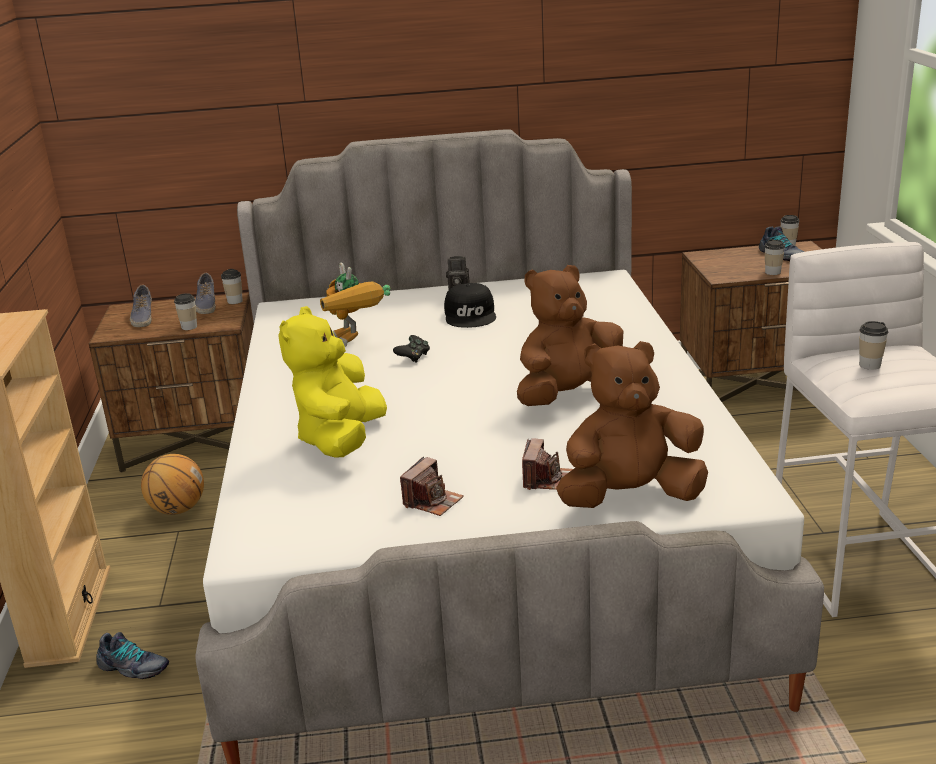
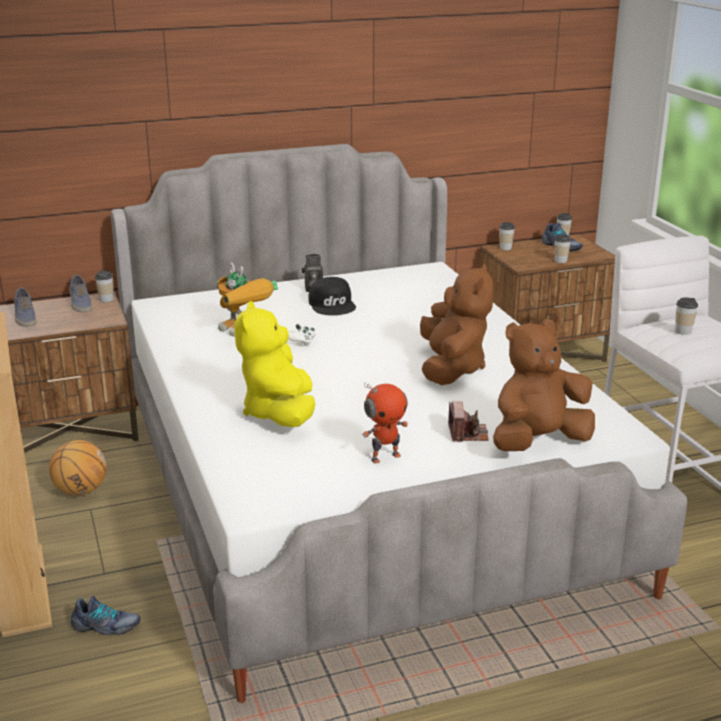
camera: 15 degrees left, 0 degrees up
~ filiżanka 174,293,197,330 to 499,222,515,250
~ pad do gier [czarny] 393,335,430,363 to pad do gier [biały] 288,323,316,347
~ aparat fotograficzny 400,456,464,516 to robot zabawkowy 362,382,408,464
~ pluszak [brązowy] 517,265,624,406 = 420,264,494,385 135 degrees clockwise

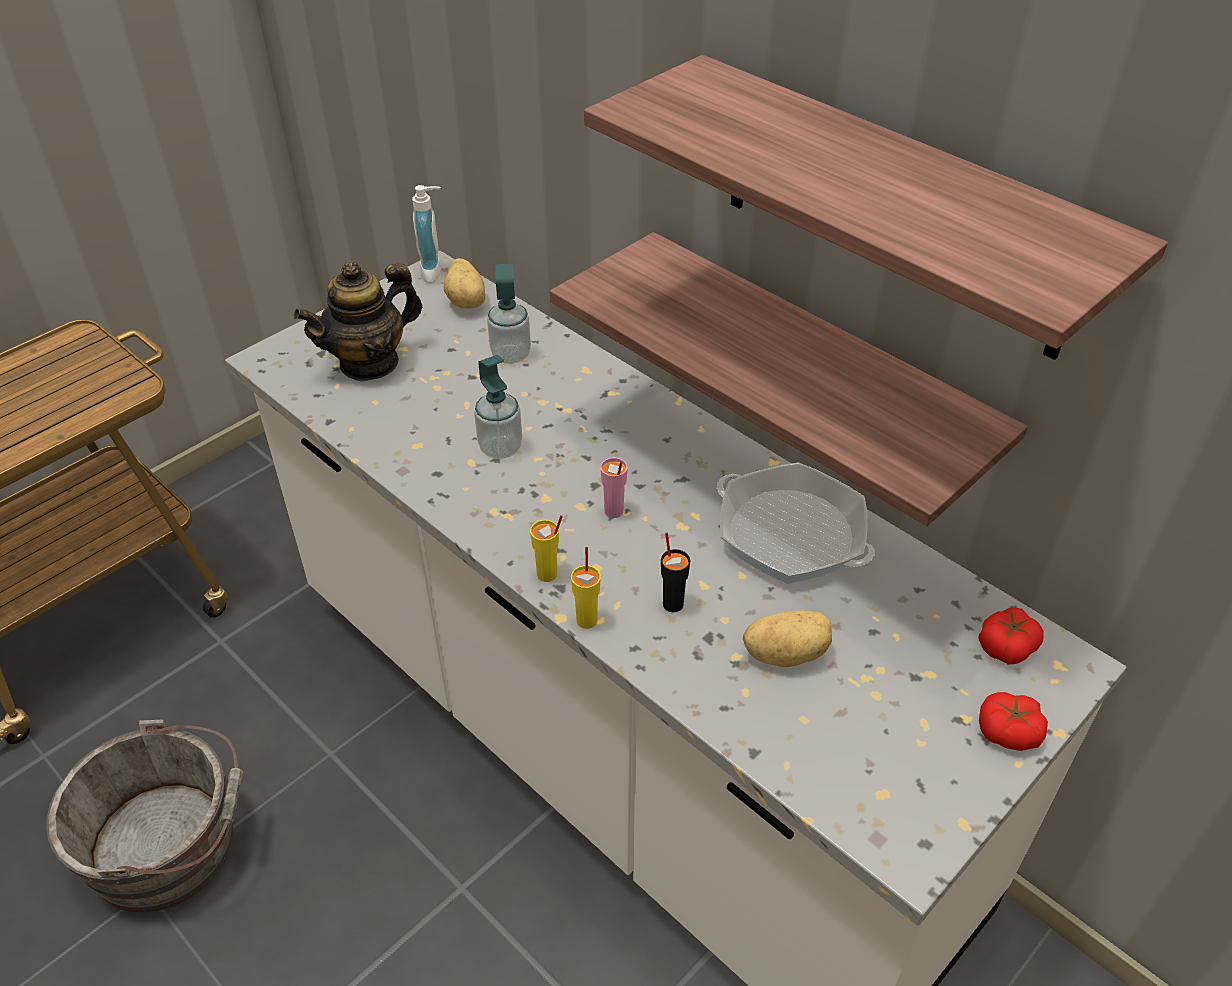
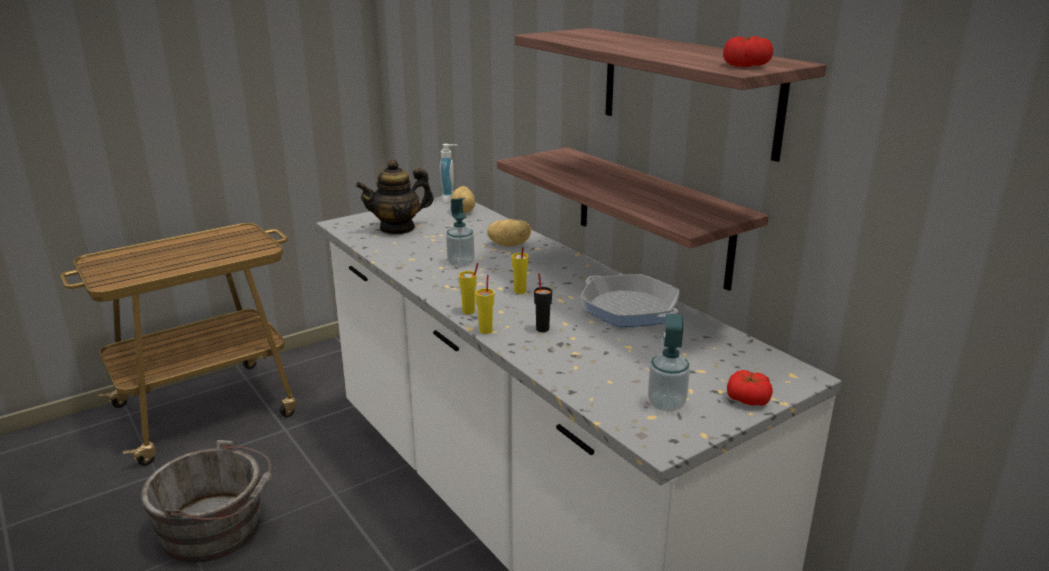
camera: 10 degrees right, 20 degrees down
~ dozownik mydła 487,264,531,364 to 648,314,690,412
~ filiżanka [różowy] 600,458,628,518 to filiżanka [żółty] 512,247,529,294
~ ziemniak 743,610,832,667 to 487,219,531,247
~ pomidor 978,607,1044,665 to 723,36,773,67

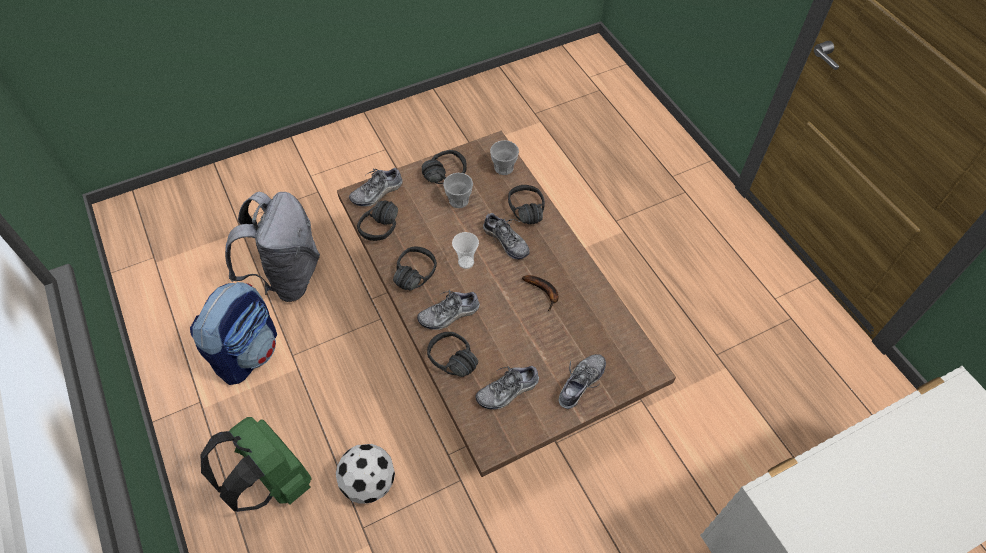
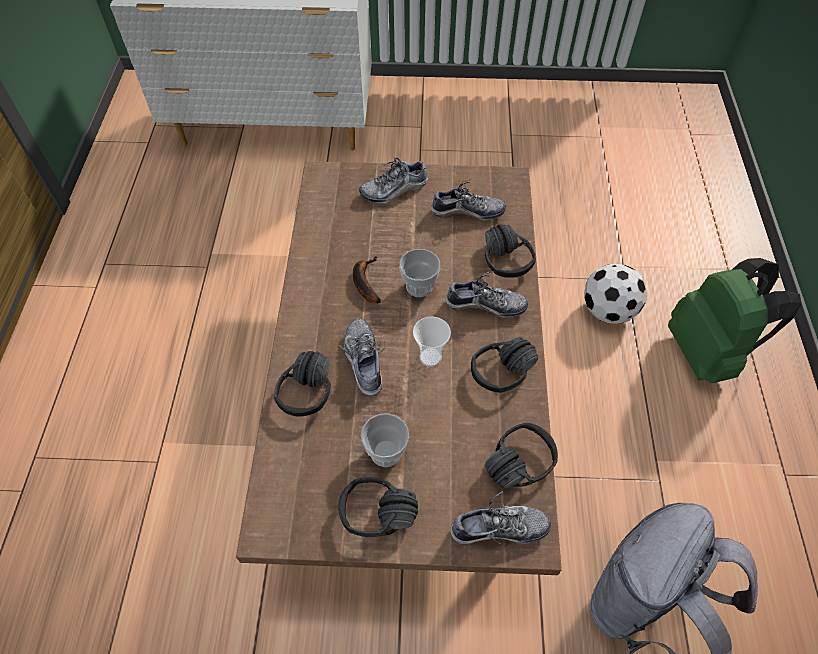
camera: 150 degrees left, 0 degrees up
- plecak 190,282,277,385
~ filiżanka 490,140,519,175 to 399,249,440,297

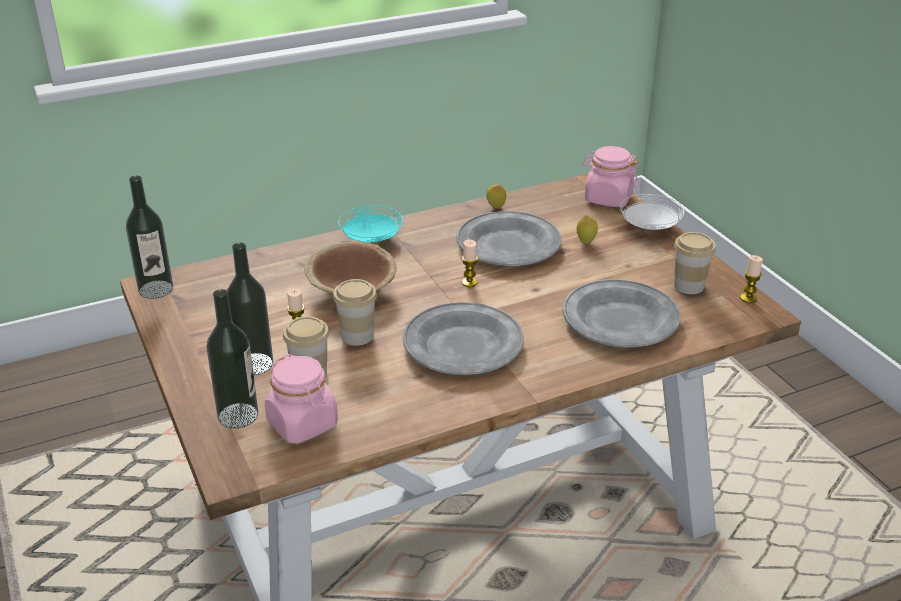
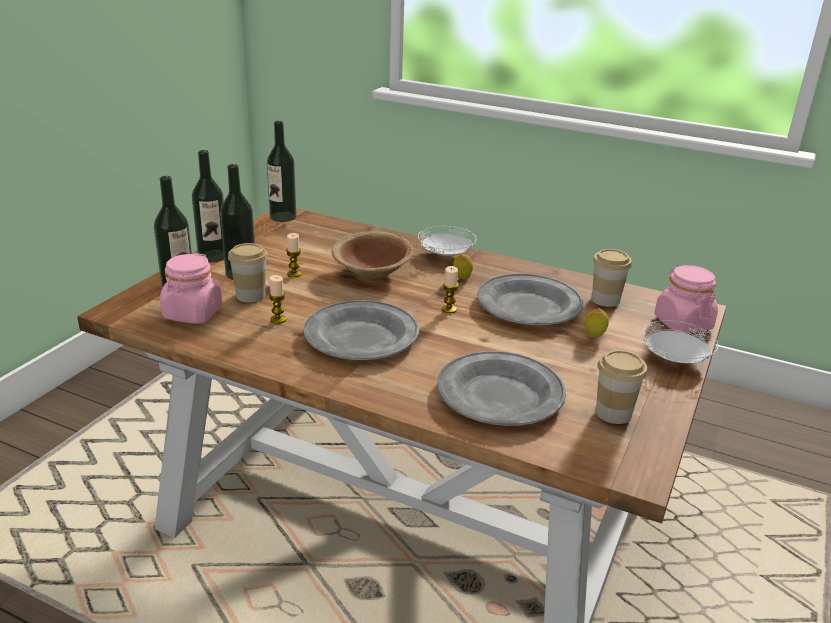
camera: 50 degrees right, 5 degrees down
~ filiżanka 333,279,377,346 to 592,249,632,307
~ talerz [turkusowy] 338,205,403,243 to talerz [biały] 418,226,476,256
~ cytryna 487,184,506,209 to 453,254,473,280
~ świeca 740,255,763,303 to 269,275,286,324
+ butelka 192,150,224,262

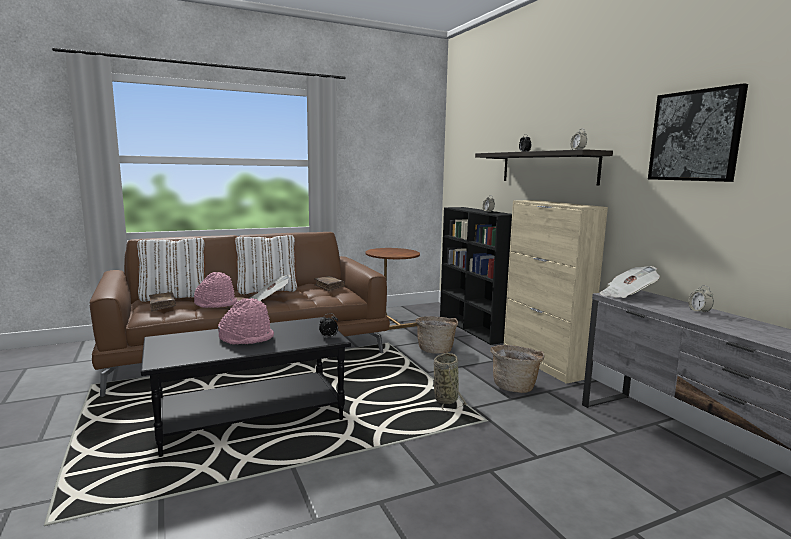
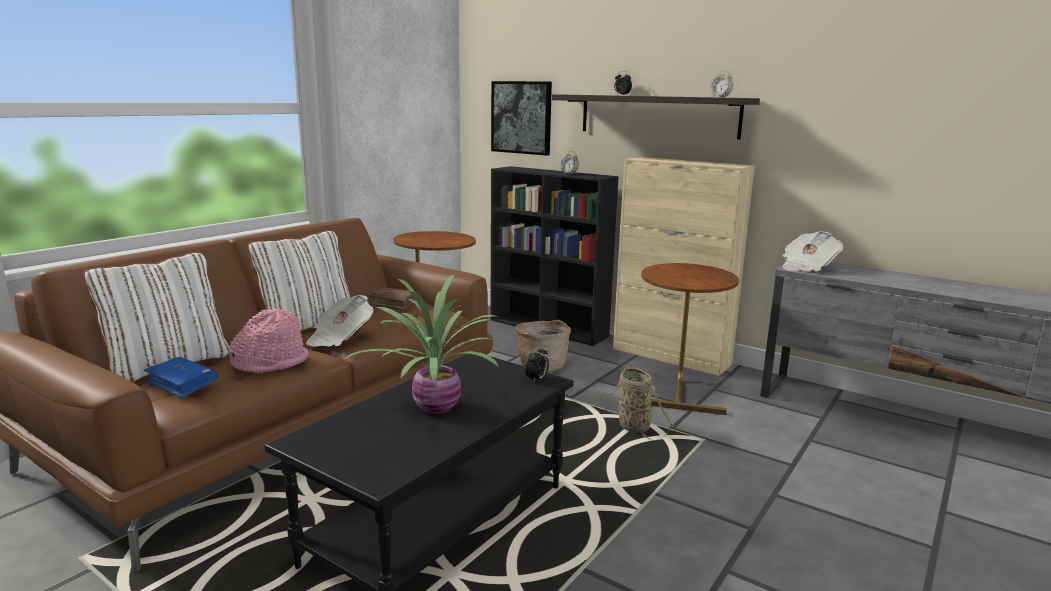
camera: 30 degrees left, 5 degrees up
~ książka [brązowy] 149,292,176,312 to książka [niebieski] 144,357,217,398
~ kapelusz [różowy] 218,298,274,345 to roślina doniczkowa 343,275,499,414
~ koszyk 490,345,544,393 to stolik [brązowy] 641,263,739,415
~ obraz 648,83,748,182 to 491,81,552,156
- budzik 688,285,714,313

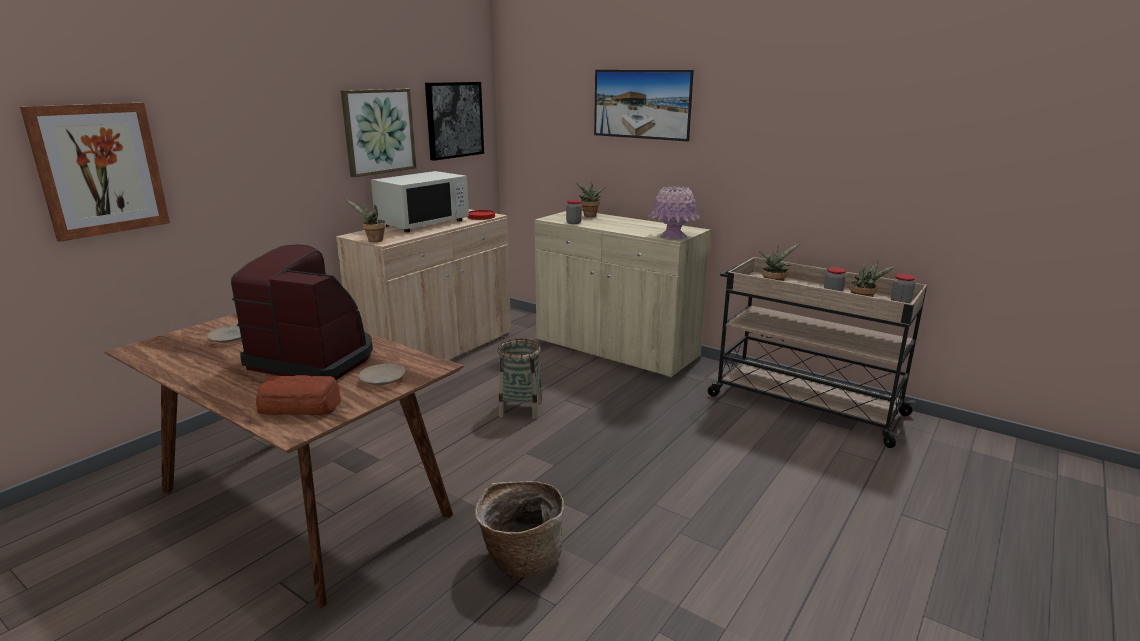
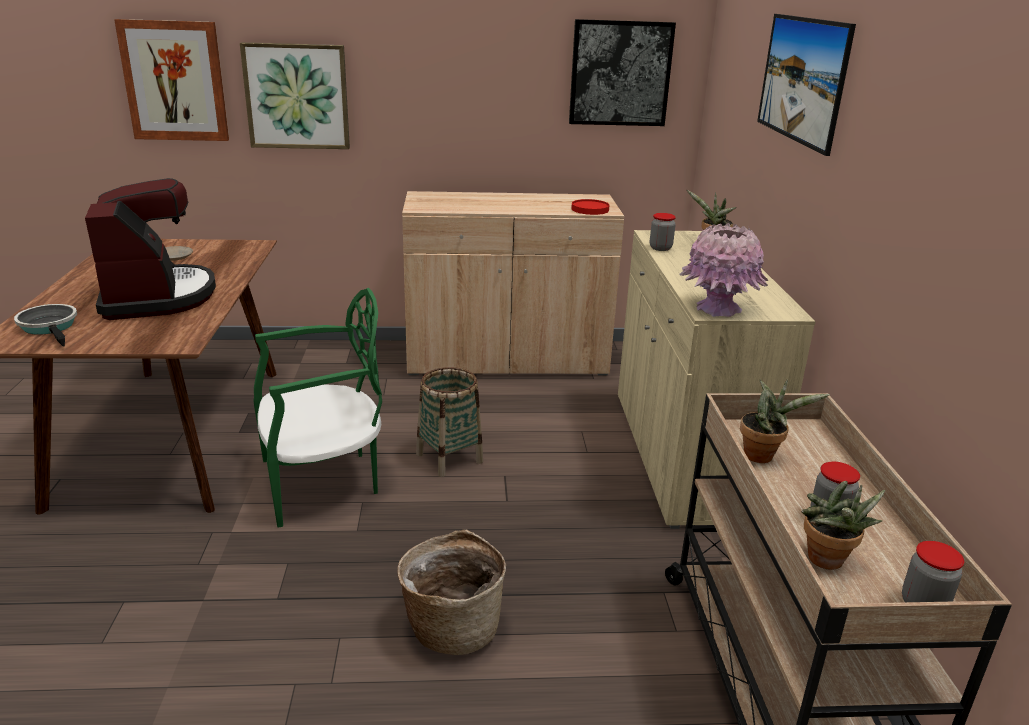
camera: 50 degrees right, 5 degrees up
~ chleb 256,375,341,415 to patelnia 14,304,77,347
~ obraz 341,89,416,177 to 240,42,350,149
- roślina doniczkowa 345,199,386,242
- talerz [beżowy] 358,364,405,386
- mikrofalówka [biały] 371,171,469,232
~ koszyk 475,481,564,579 to 397,529,506,655
+ krzesło [zielony] 253,288,382,528

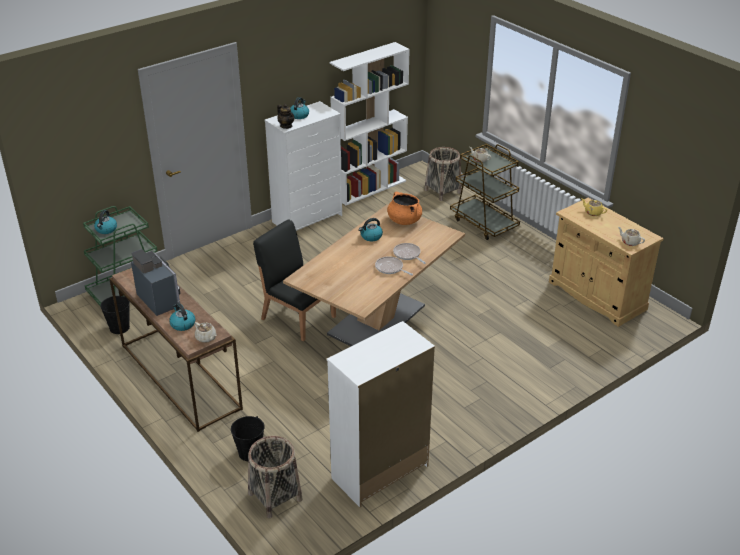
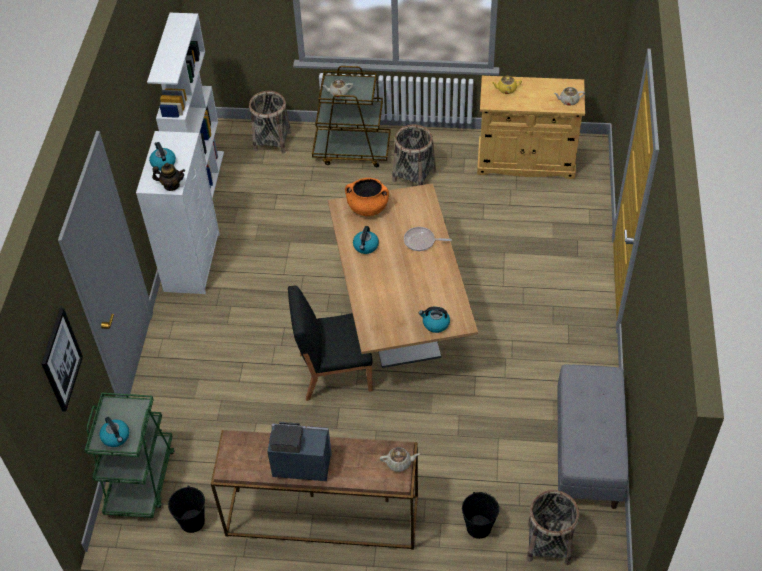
camera: 45 degrees left, 15 degrees up
~ czajnik 169,303,195,331 to 419,307,450,333
~ komoda [biały] 327,321,435,507 to ławka [szary] 558,364,629,509
- patelnia 375,256,413,276
+ obraz 41,308,83,411
+ koszyk 392,125,436,186

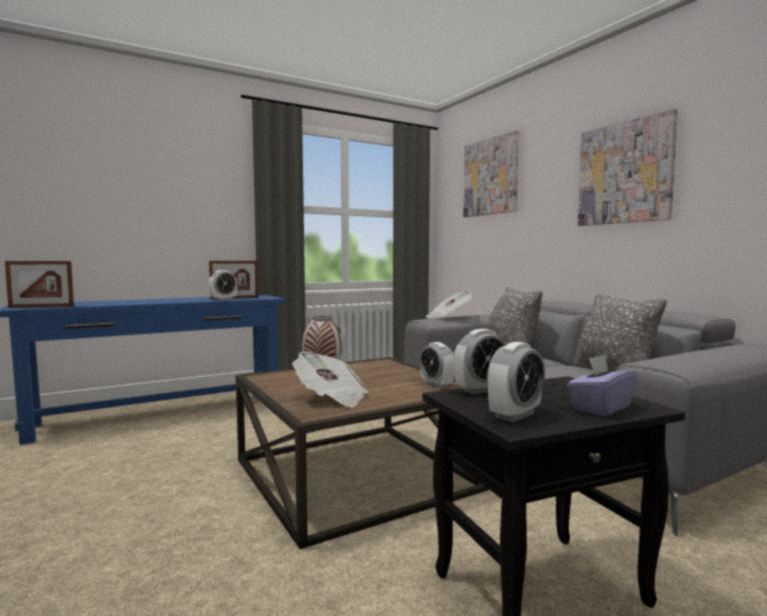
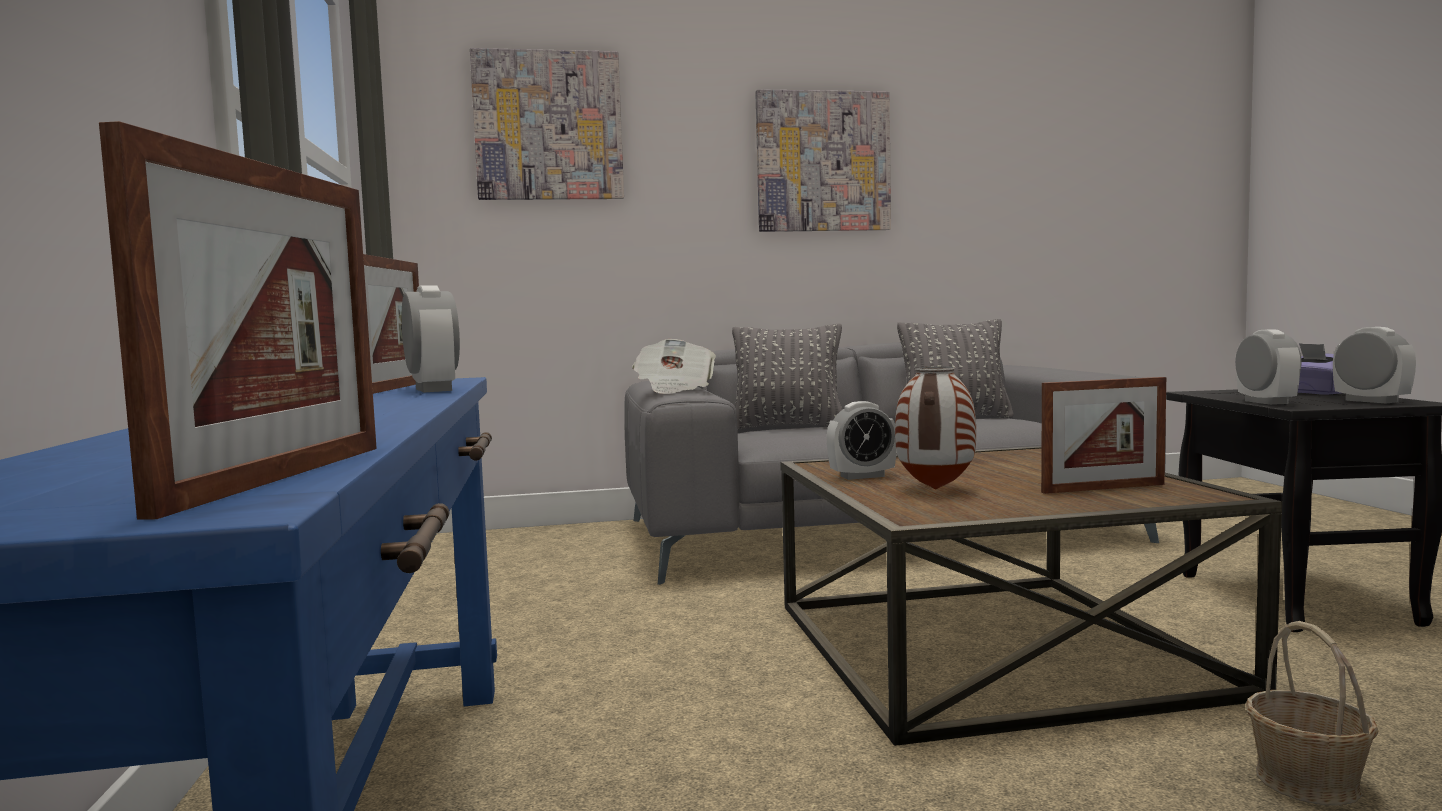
camera: 70 degrees left, 0 degrees up
~ gazeta 292,351,368,407 to ramka na zdjęcie 1041,377,1166,494
~ budzik 420,342,454,389 to 827,401,897,480
+ koszyk 1246,621,1379,806

